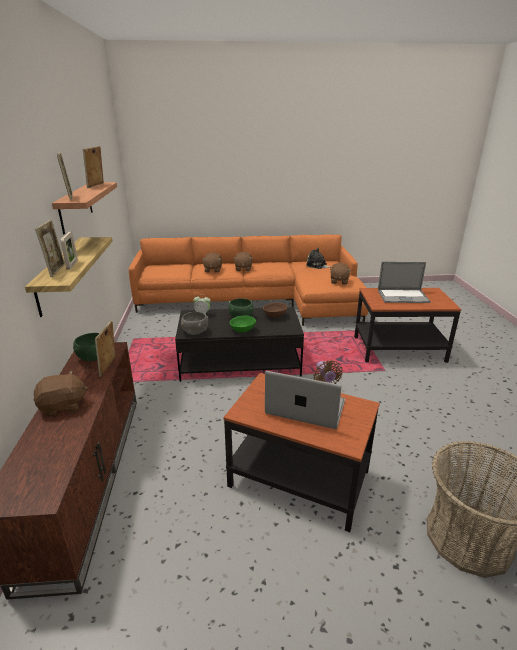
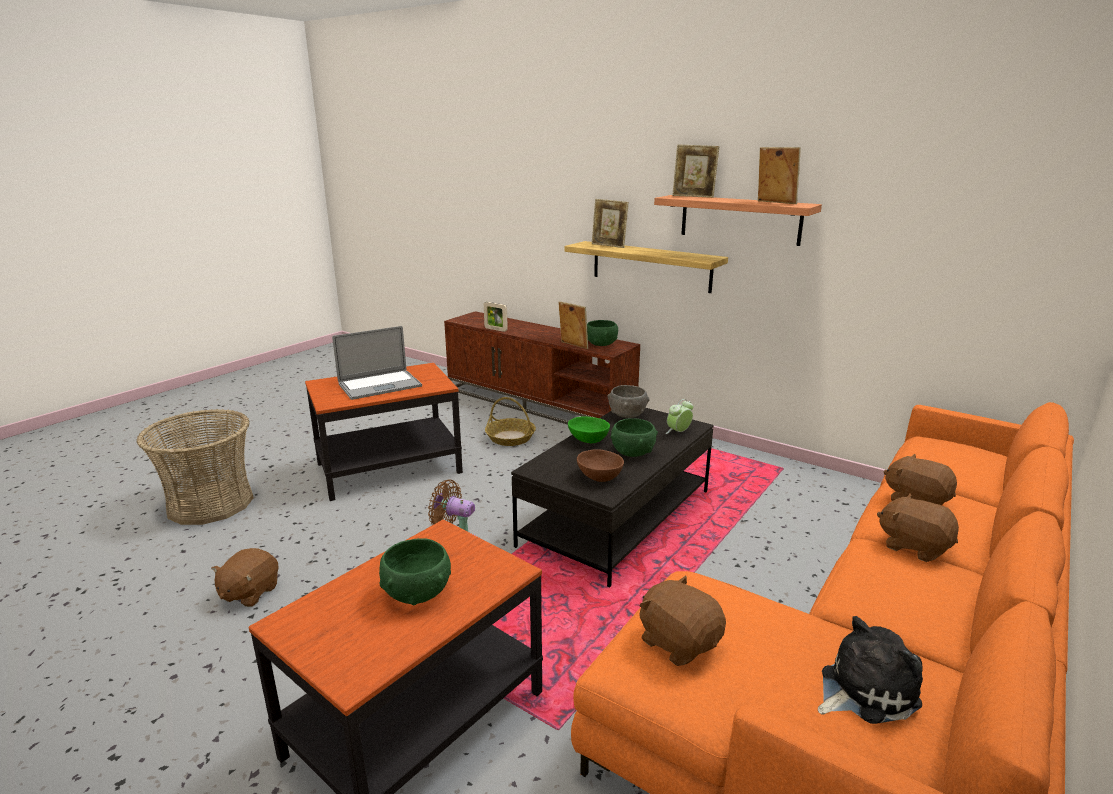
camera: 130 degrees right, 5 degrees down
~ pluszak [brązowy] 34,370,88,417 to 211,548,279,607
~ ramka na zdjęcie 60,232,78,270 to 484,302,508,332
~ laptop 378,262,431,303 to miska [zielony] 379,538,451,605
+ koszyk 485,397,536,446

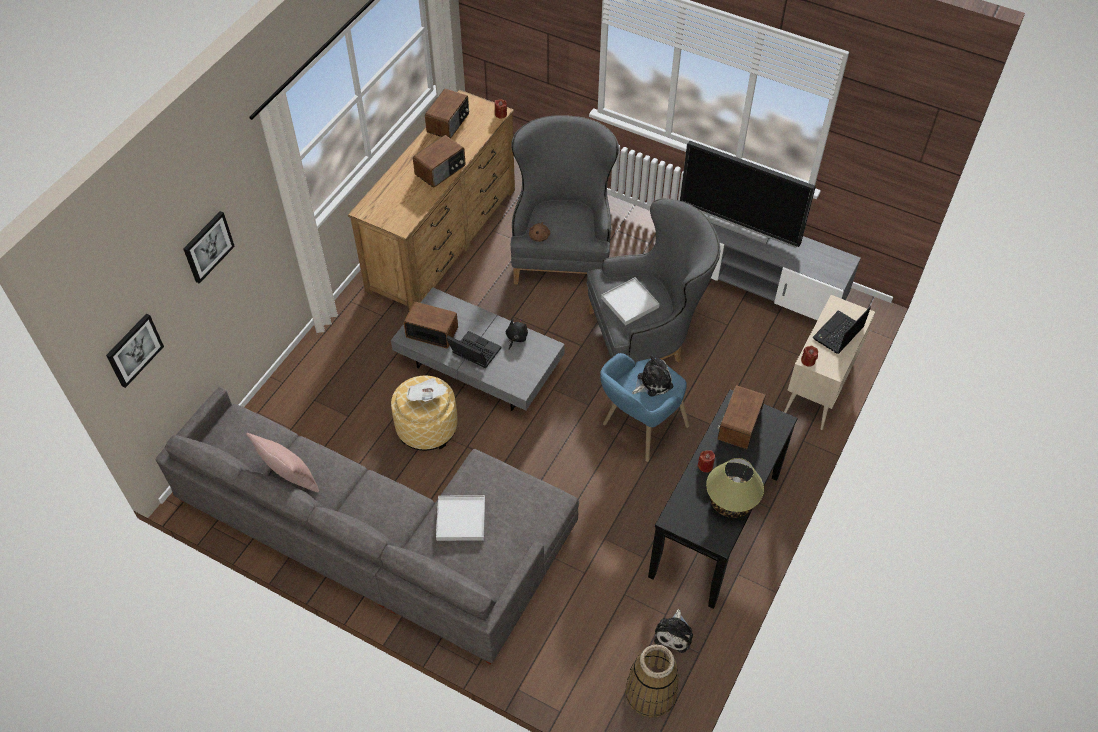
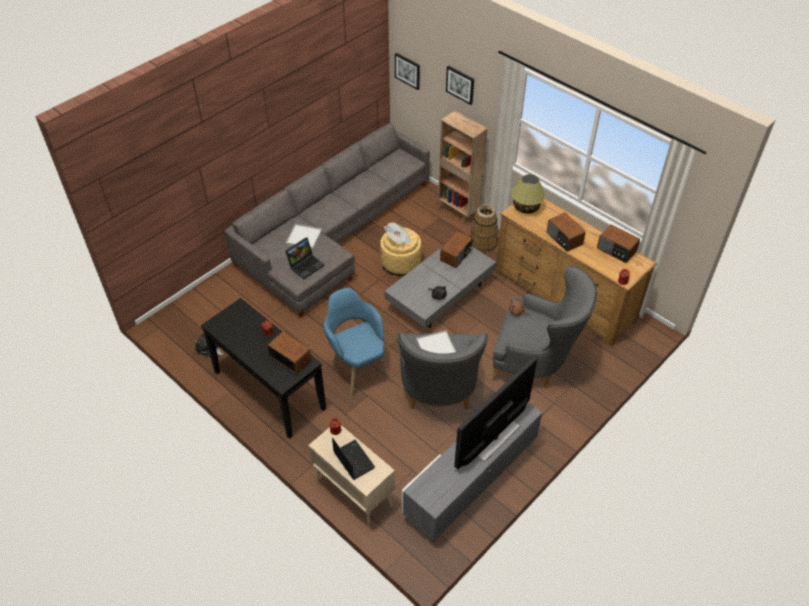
camera: 105 degrees right, 5 degrees down
- poduszka [różowy] 246,433,319,492
~ laptop 446,331,501,368 to 285,237,325,279
~ koszyk 625,645,679,718 to 470,204,498,253
- pluszak 632,355,673,397
~ lampa stołowa 706,458,764,518 to 511,174,545,214
+ regał [brązowy] 438,111,488,224

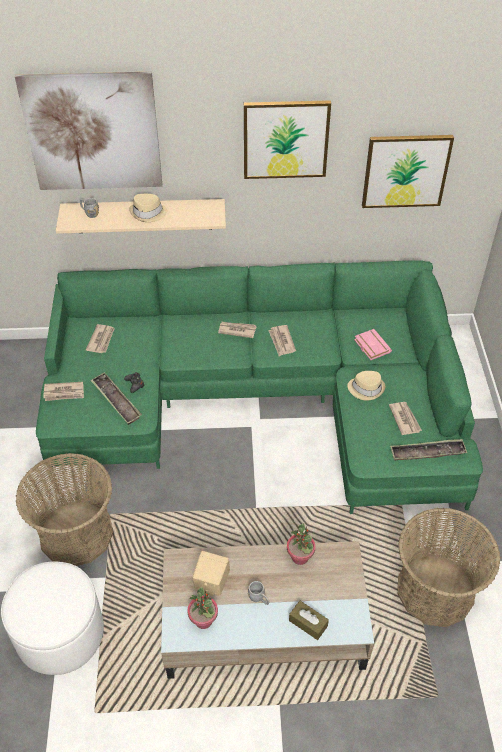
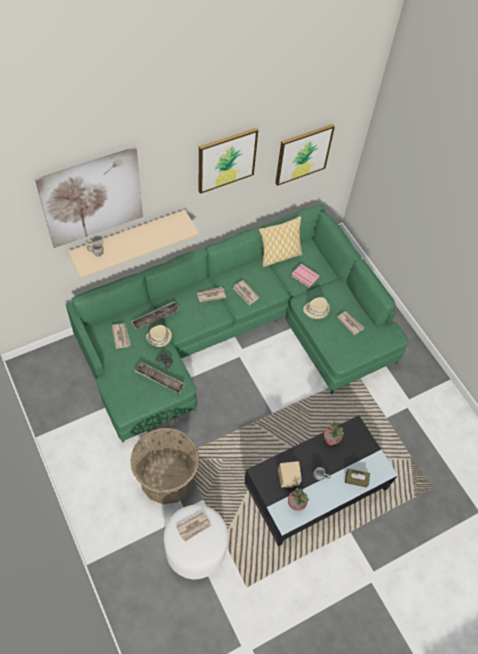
camera: 30 degrees left, 10 degrees up
~ gazeta 43,382,84,401 to 176,512,212,542
~ kapelusz [beżowy] 129,194,167,222 to 146,325,172,347
~ ława [beżowy] 161,541,374,679 to ława [czarny] 245,415,398,546
~ taca 390,439,467,461 to 131,301,180,330
- koszyk 398,508,501,627
+ poduszka 259,216,303,267

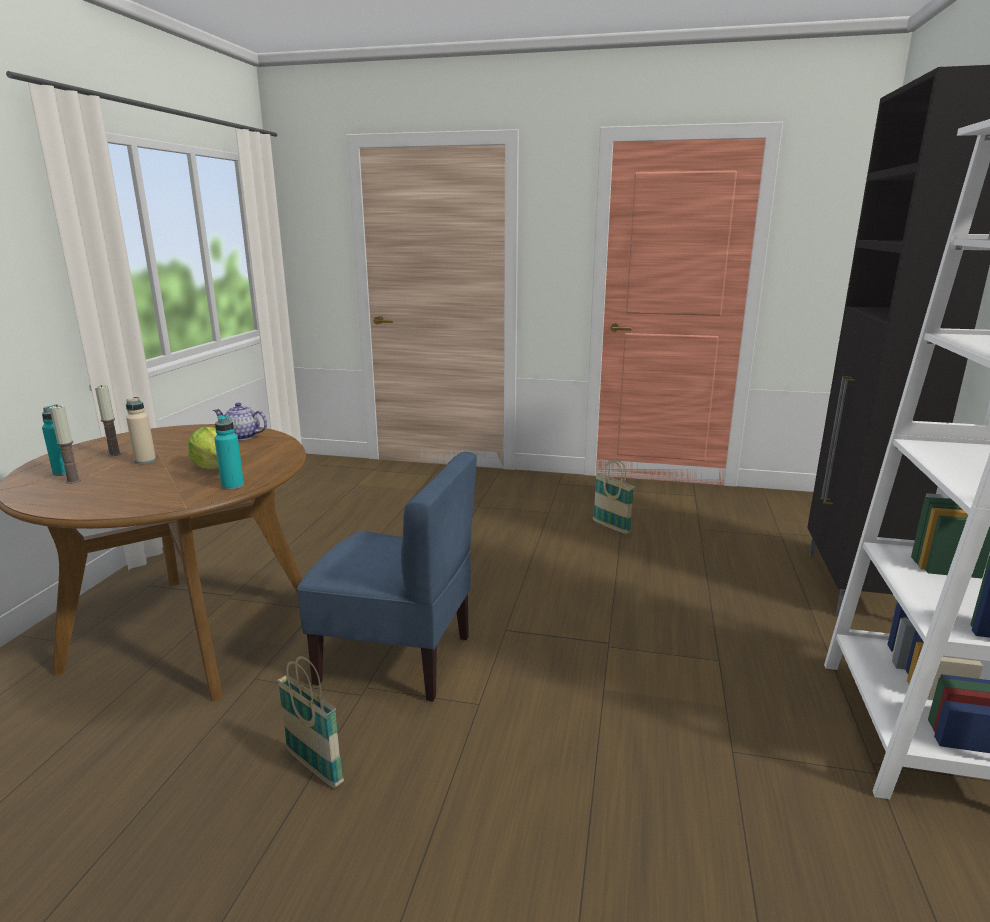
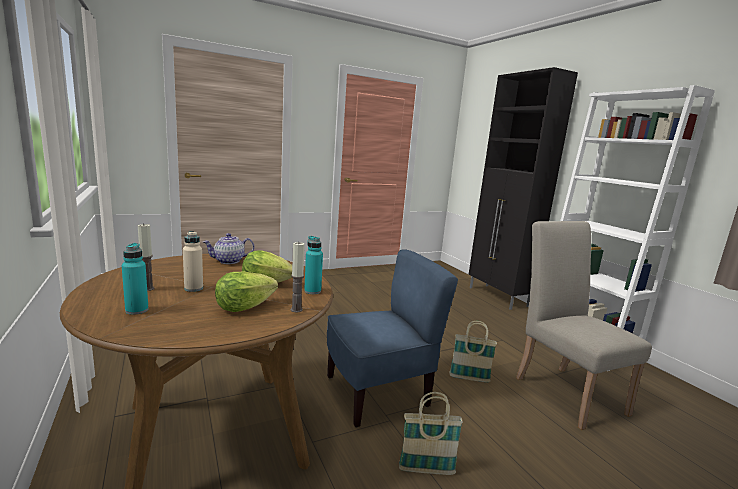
camera: 40 degrees left, 5 degrees down
~ świeca 50,404,81,484 to 291,241,305,312
~ koszyk 593,459,635,534 to 449,321,497,382
+ sałata 215,272,278,312
+ krzesło [beżowy] 516,221,652,430

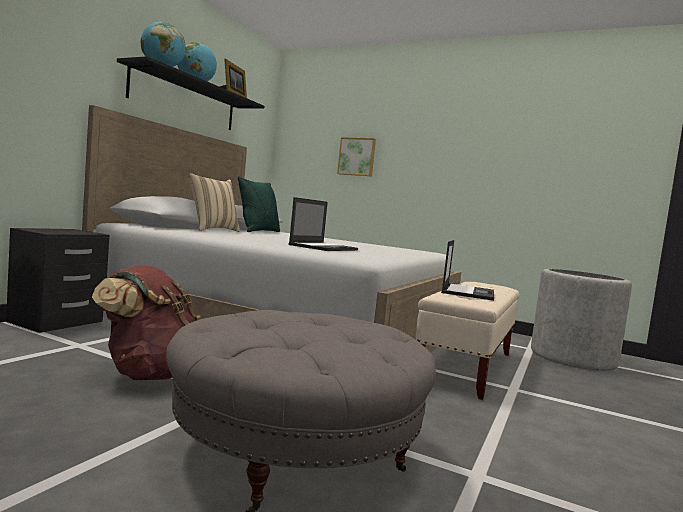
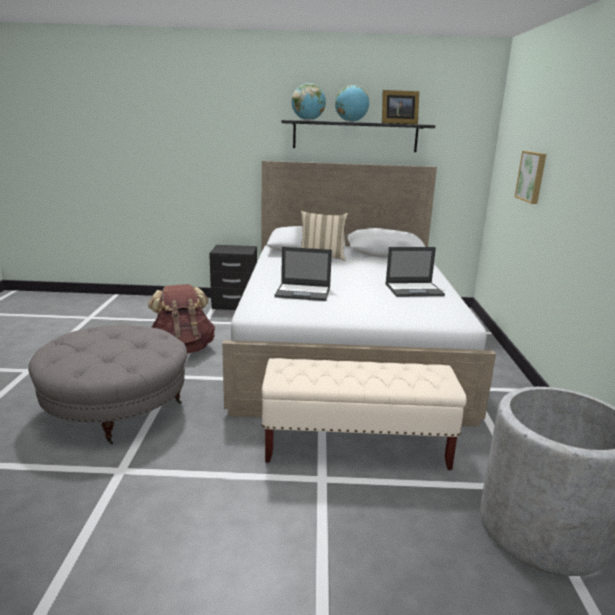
camera: 65 degrees right, 15 degrees up
- poduszka [zielony] 238,176,280,232
~ laptop 441,240,494,301 to 385,247,445,297

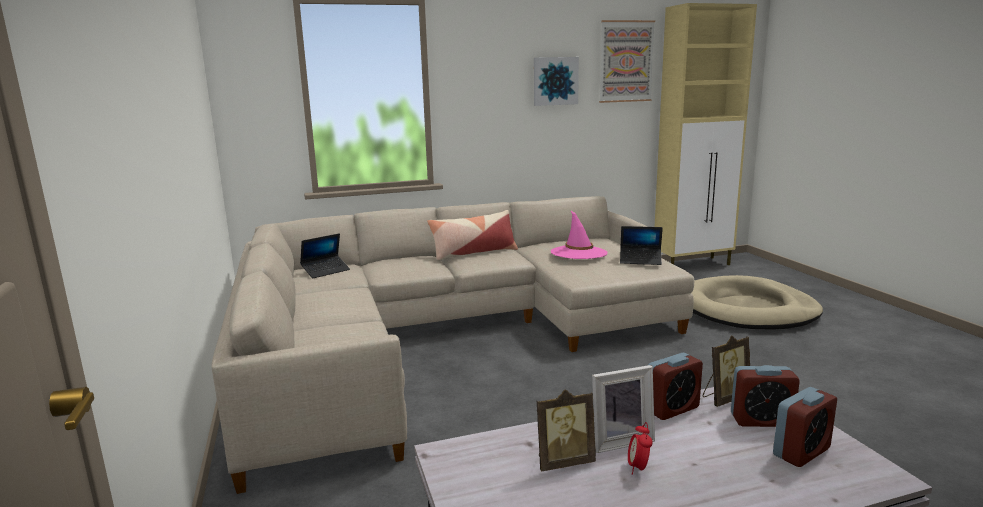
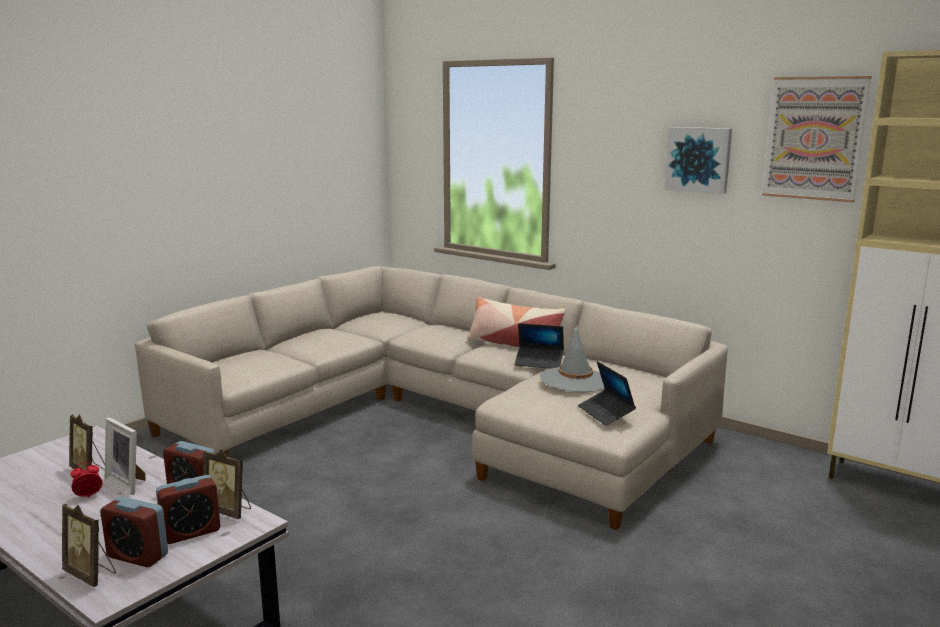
camera: 55 degrees right, 0 degrees up
~ laptop 300,234,350,278 to 514,323,564,369
~ kapelusz [różowy] 551,211,608,259 to kapelusz [szary] 540,326,604,392
- legowisko [beżowy] 691,275,823,330
~ budzik 731,365,800,427 = 156,475,220,544 90 degrees counterclockwise
+ ramka na zdjęcie 62,504,116,587

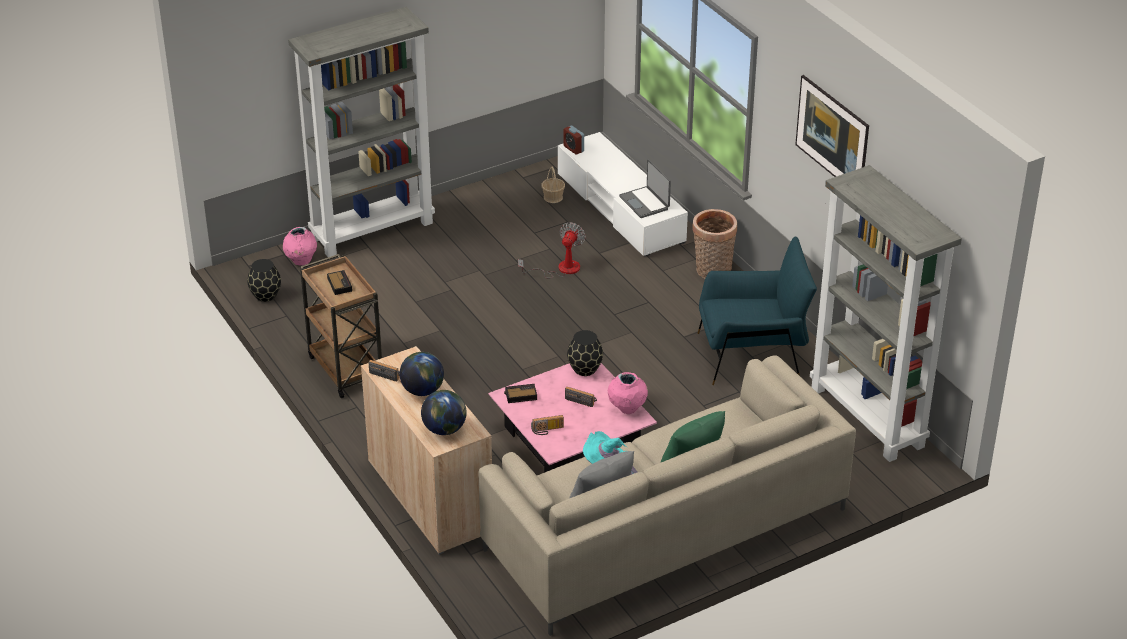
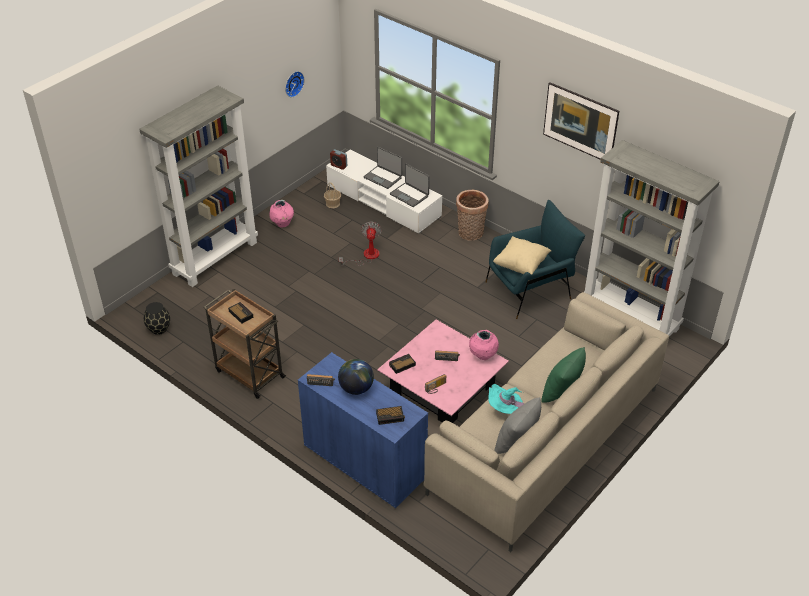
camera: 20 degrees left, 5 degrees up
~ wazon [różowy] 283,227,317,265 to 270,200,294,227
~ szafka [beżowy] 361,346,492,555 to szafka [niebieski] 298,352,428,509
~ globus 421,390,467,435 to budzik 376,406,405,425
- wazon [czarny] 567,330,603,376
+ zegar ścienny 285,71,305,97
+ laptop 363,147,402,189
+ poduszka [beżowy] 493,236,551,275

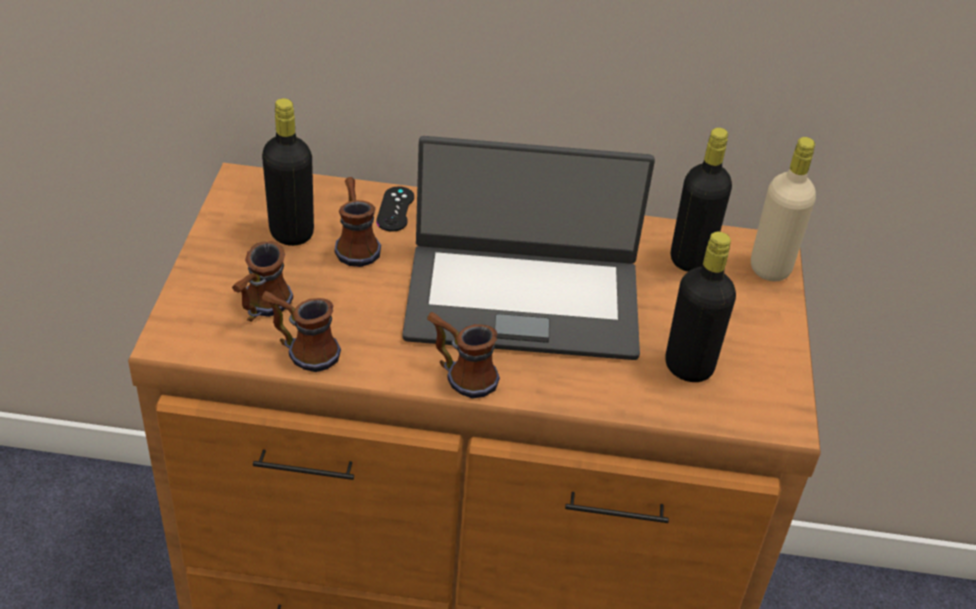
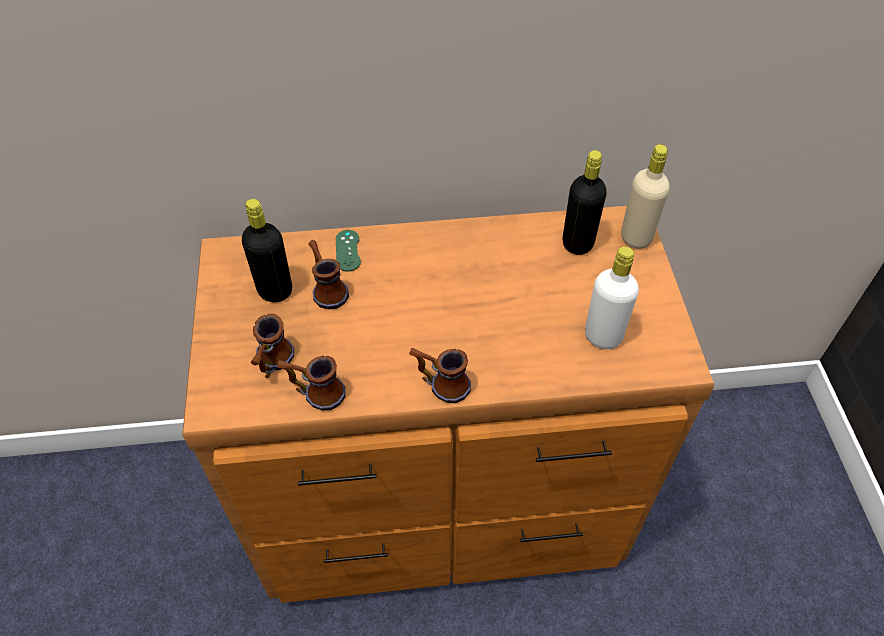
camera: 10 degrees left, 10 degrees up
~ pad do gier [czarny] 376,186,414,232 to pad do gier [zielony] 336,230,361,272
- laptop 402,136,655,360
~ butelka [czarny] 665,232,736,382 to butelka [biały] 585,246,639,349

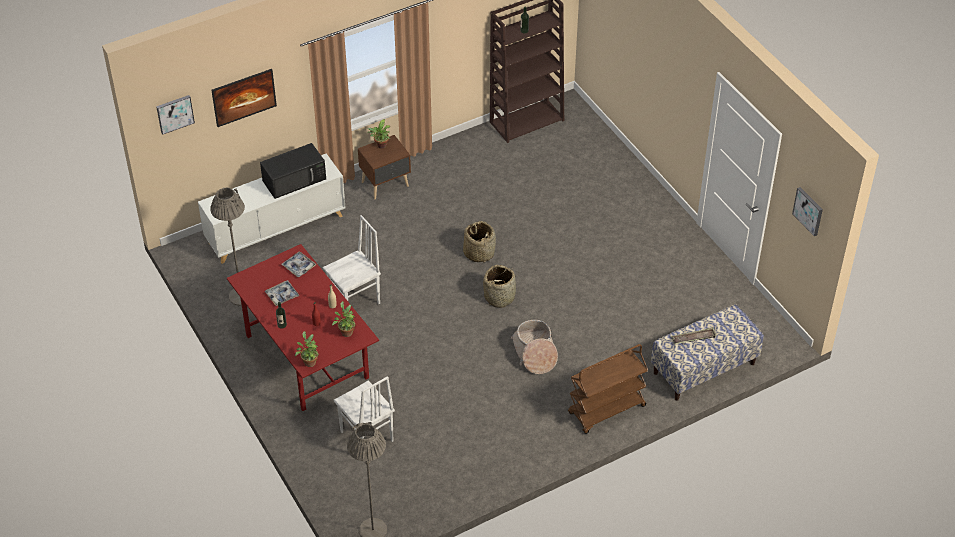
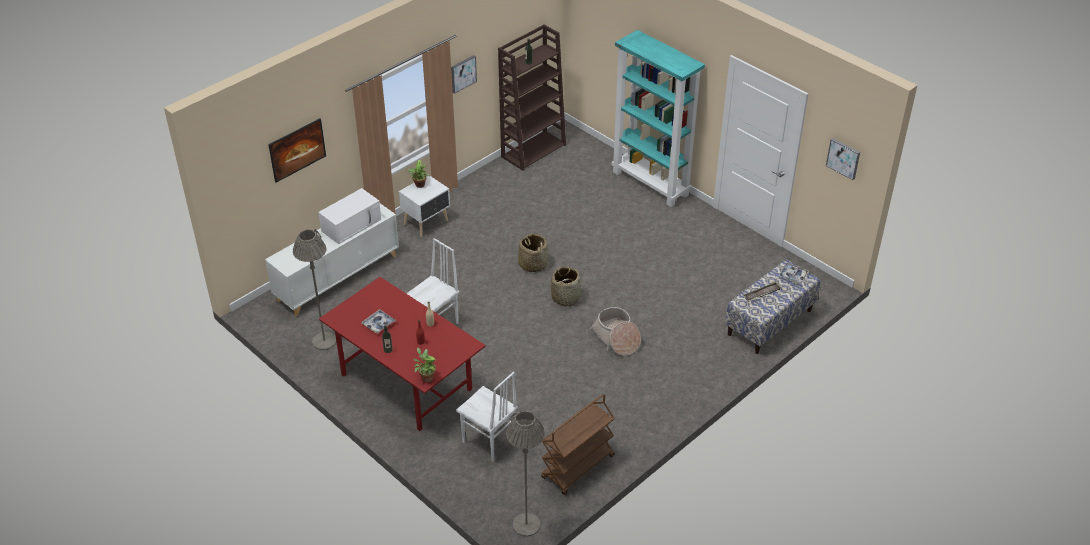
camera: 15 degrees left, 5 degrees down
~ obraz 156,95,195,135 to 451,55,477,93
~ mikrofalówka [czarny] 260,143,326,199 to mikrofalówka [biały] 318,188,381,244
~ taca 281,251,317,277 to 779,263,809,284
- roślina doniczkowa 332,301,355,337
~ szafka nocna [brązowy] 358,135,411,199 to szafka nocna [biały] 399,176,450,237
~ wózek [brązowy] 568,344,648,434 to 541,394,615,495
+ regał [turkusowy] 611,30,705,207

